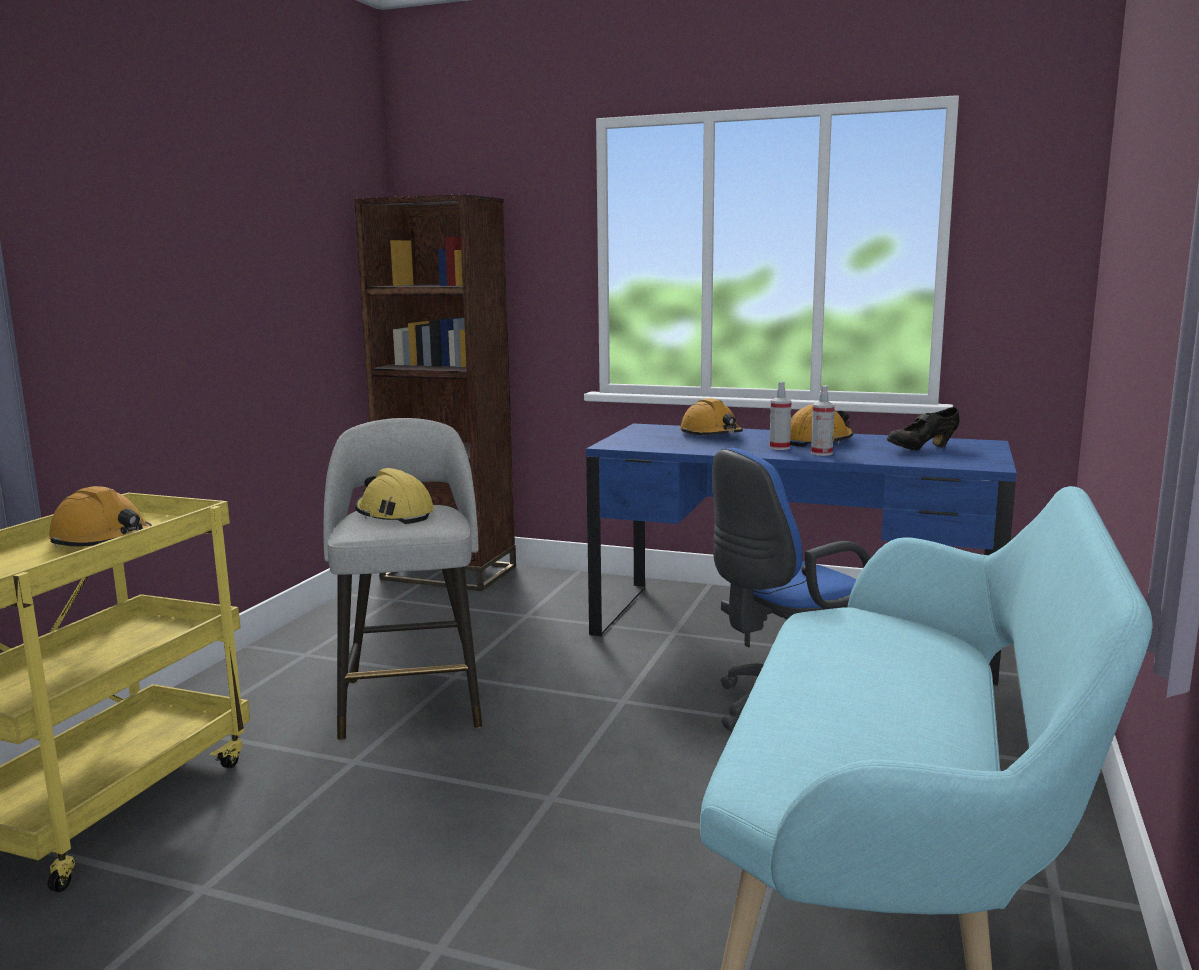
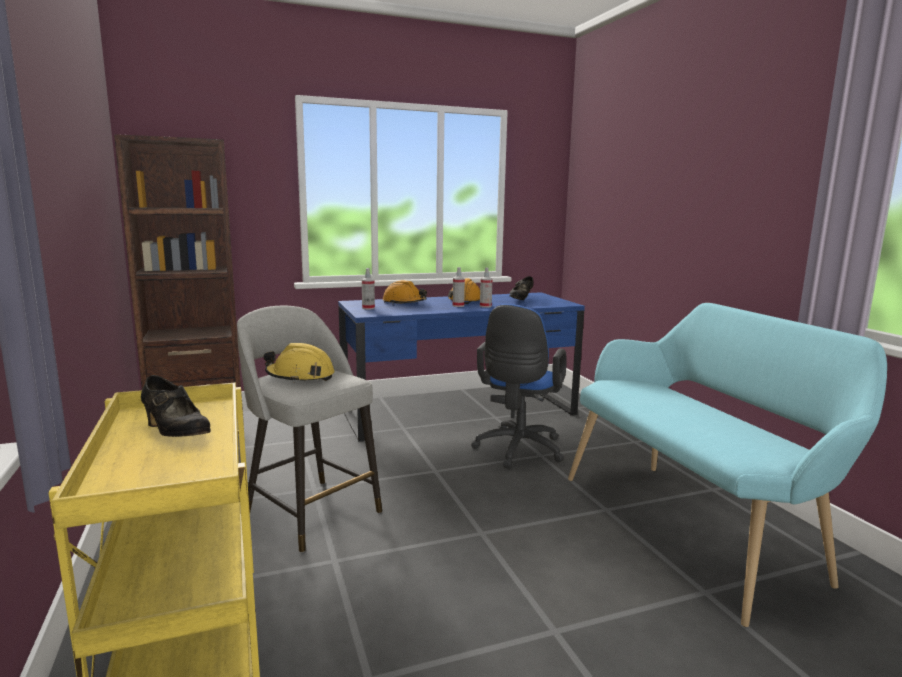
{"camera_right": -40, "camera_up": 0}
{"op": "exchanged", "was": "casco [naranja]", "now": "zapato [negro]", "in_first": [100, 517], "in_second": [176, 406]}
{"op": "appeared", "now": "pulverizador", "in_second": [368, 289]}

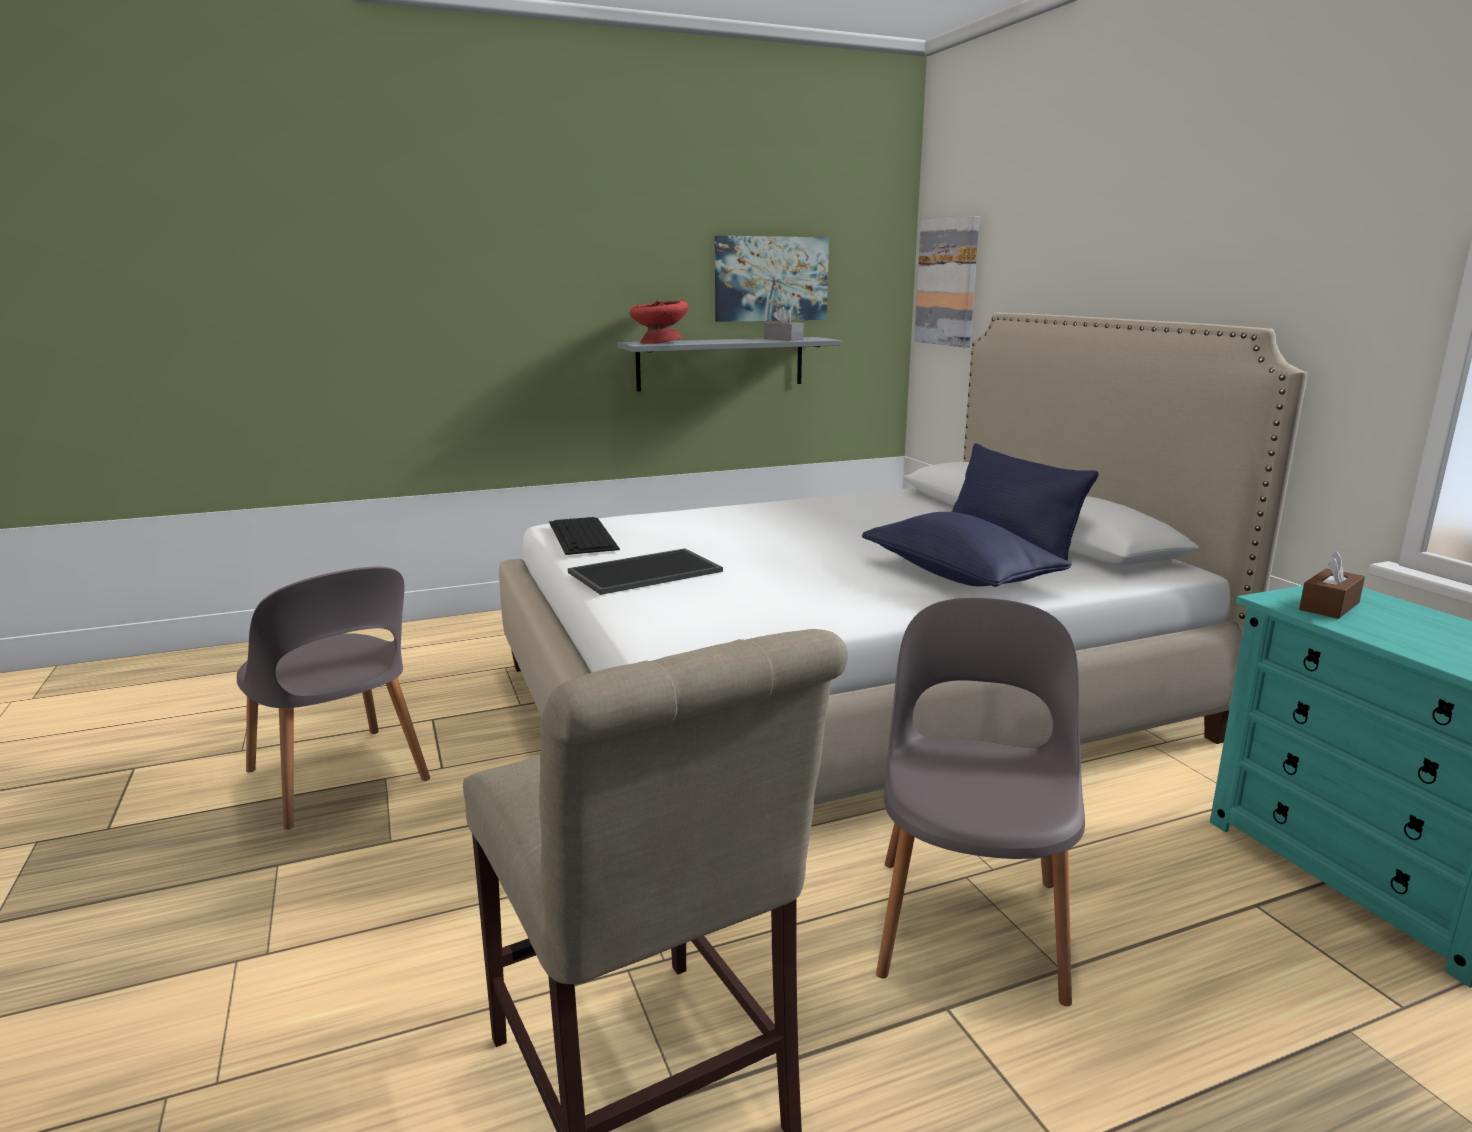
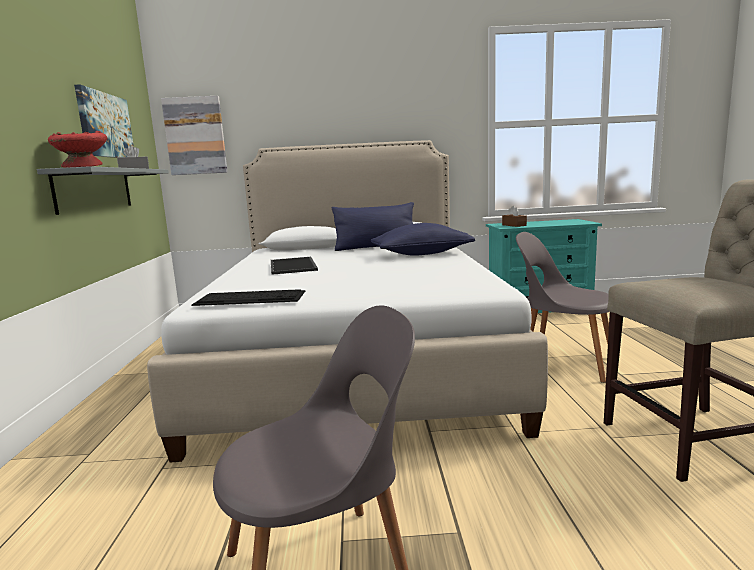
{"camera_right": -70, "camera_up": -5}
{"op": "relocated", "was": "bandeja", "in_first": [645, 571], "in_second": [294, 266]}

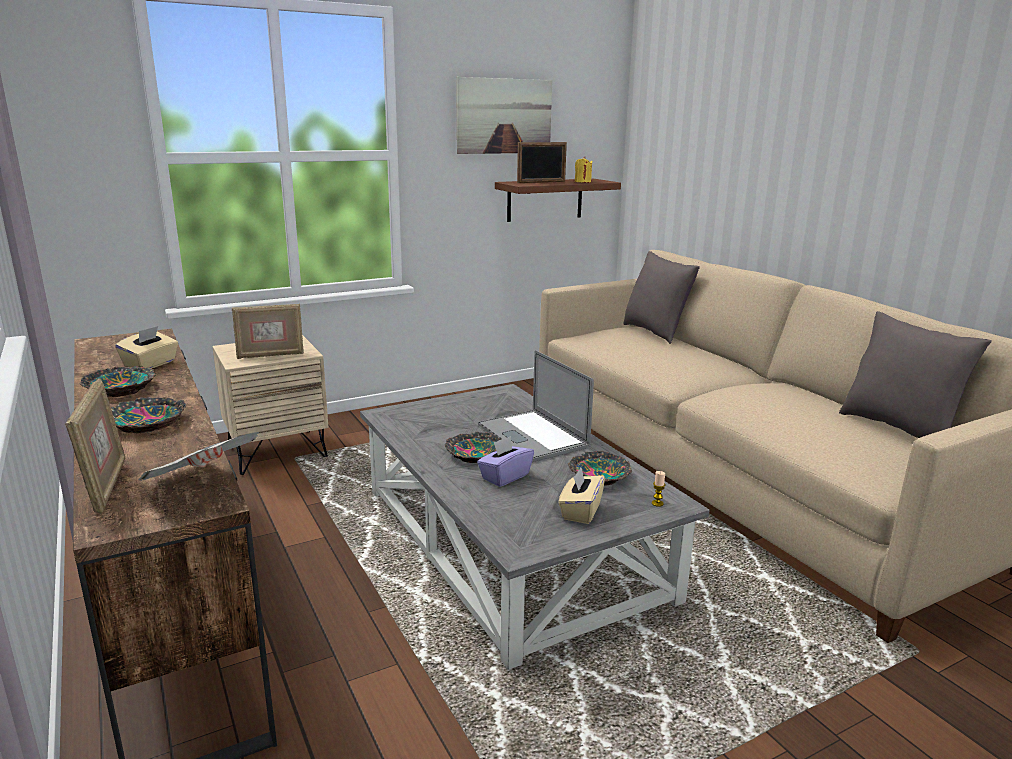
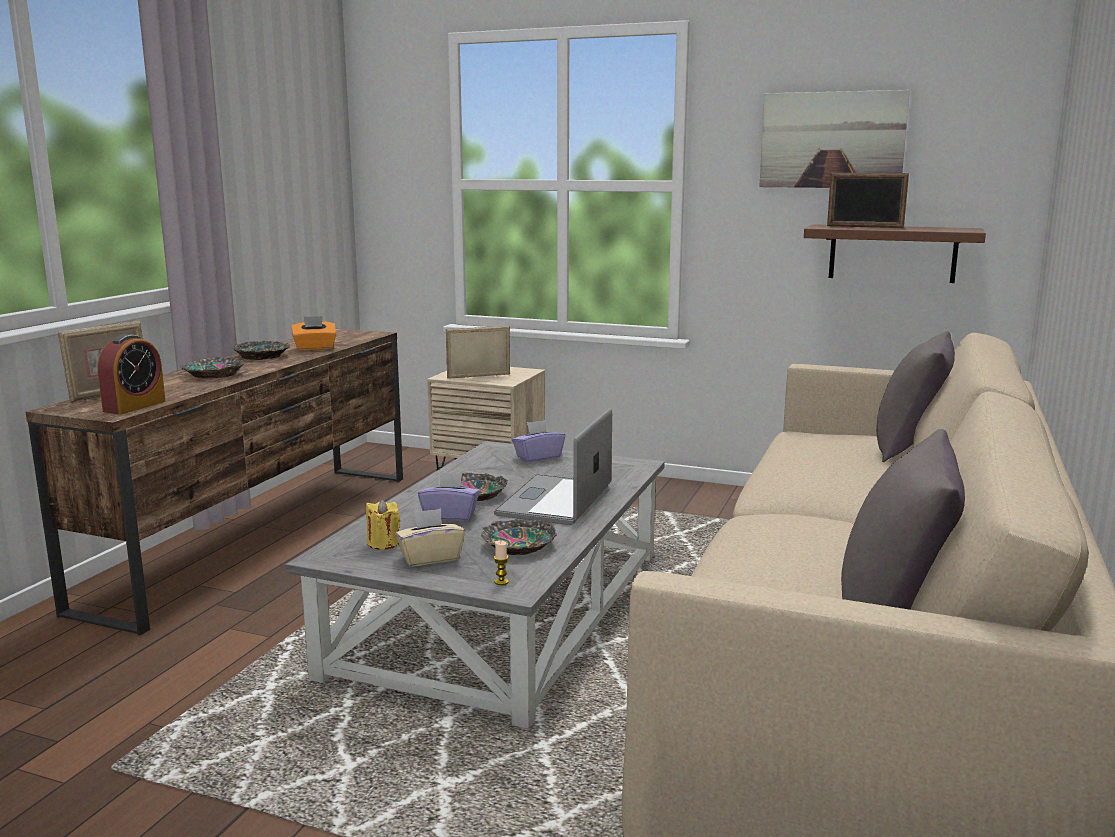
{"camera_right": 50, "camera_up": -5}
{"op": "relocated", "was": "vela [amarillo]", "in_first": [584, 170], "in_second": [383, 525]}
{"op": "spun", "was": "portarretratos", "in_first": [268, 331], "in_second": [478, 352], "clockwise": 135}
{"op": "colour", "was": "caja de pañuelos [beis]", "now": "caja de pañuelos [naranja]", "in_first": [146, 347], "in_second": [313, 333]}
{"op": "exchanged", "was": "periódico", "now": "despertador", "in_first": [199, 456], "in_second": [132, 374]}
{"op": "appeared", "now": "caja de pañuelos [morado]", "in_second": [538, 441]}

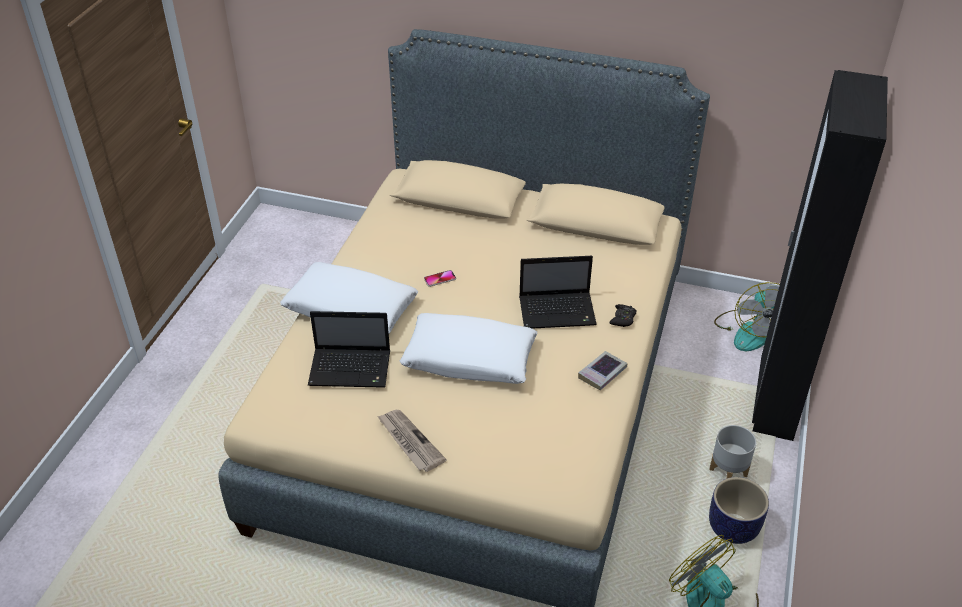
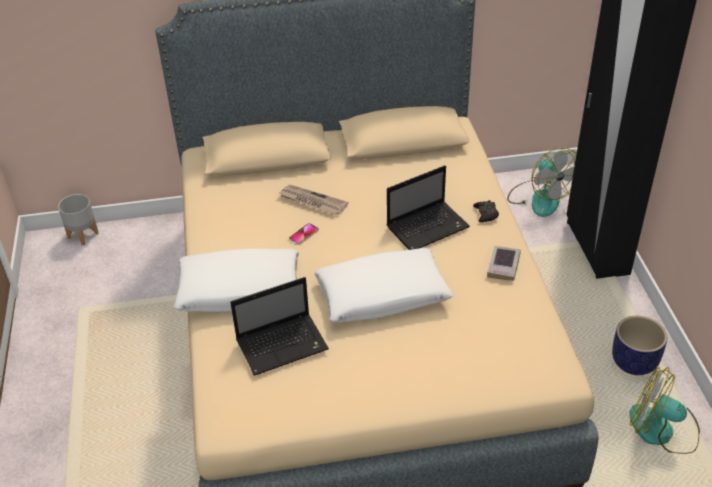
{"camera_right": -25, "camera_up": 0}
{"op": "relocated", "was": "periódico", "in_first": [411, 441], "in_second": [314, 200]}
{"op": "relocated", "was": "maceta [gris]", "in_first": [733, 452], "in_second": [78, 219]}

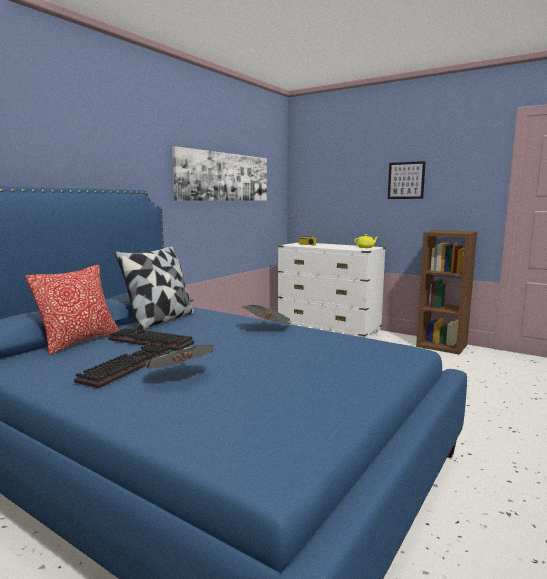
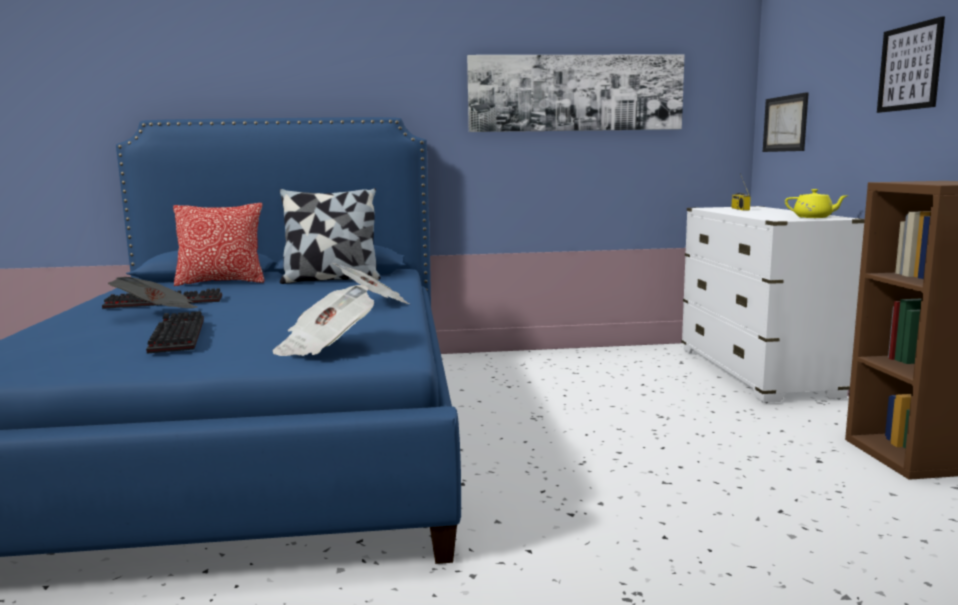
{"camera_right": 50, "camera_up": 0}
{"op": "relocated", "was": "teclado", "in_first": [151, 339], "in_second": [175, 332]}
{"op": "appeared", "now": "cuadro", "in_second": [786, 122]}
{"op": "appeared", "now": "periódico", "in_second": [323, 320]}

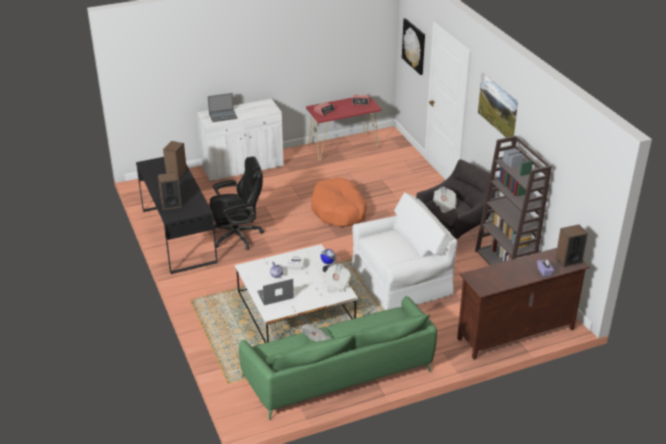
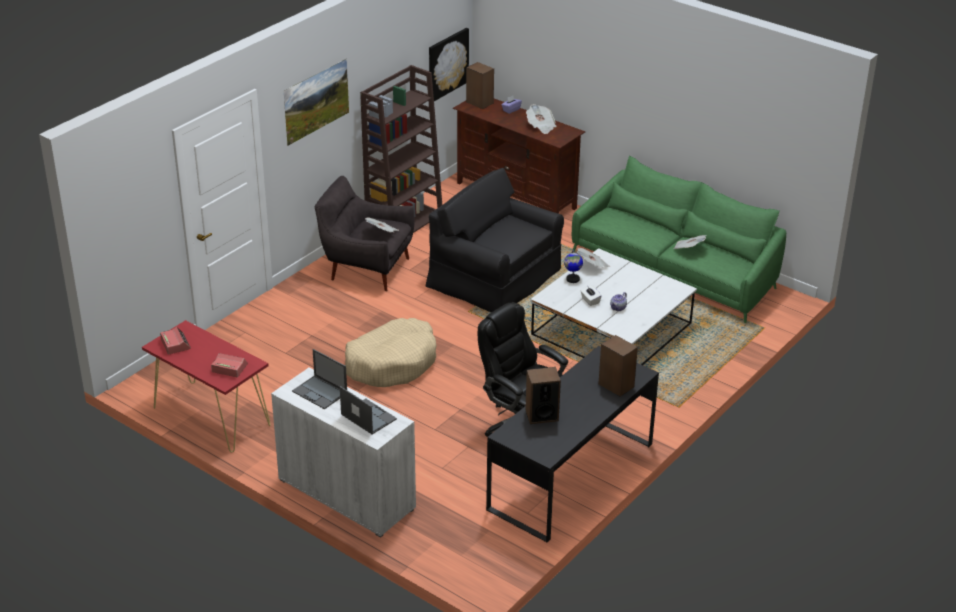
{"camera_right": -120, "camera_up": 0}
{"op": "relocated", "was": "cuadro", "in_first": [413, 46], "in_second": [449, 64]}
{"op": "colour", "was": "cama para perro [naranja]", "now": "cama para perro [beis]", "in_first": [339, 202], "in_second": [391, 352]}
{"op": "colour", "was": "sillón [blanco]", "now": "sillón [negro]", "in_first": [404, 251], "in_second": [495, 240]}
{"op": "relocated", "was": "portátil", "in_first": [275, 292], "in_second": [319, 379]}
{"op": "appeared", "now": "periódico", "in_second": [541, 119]}

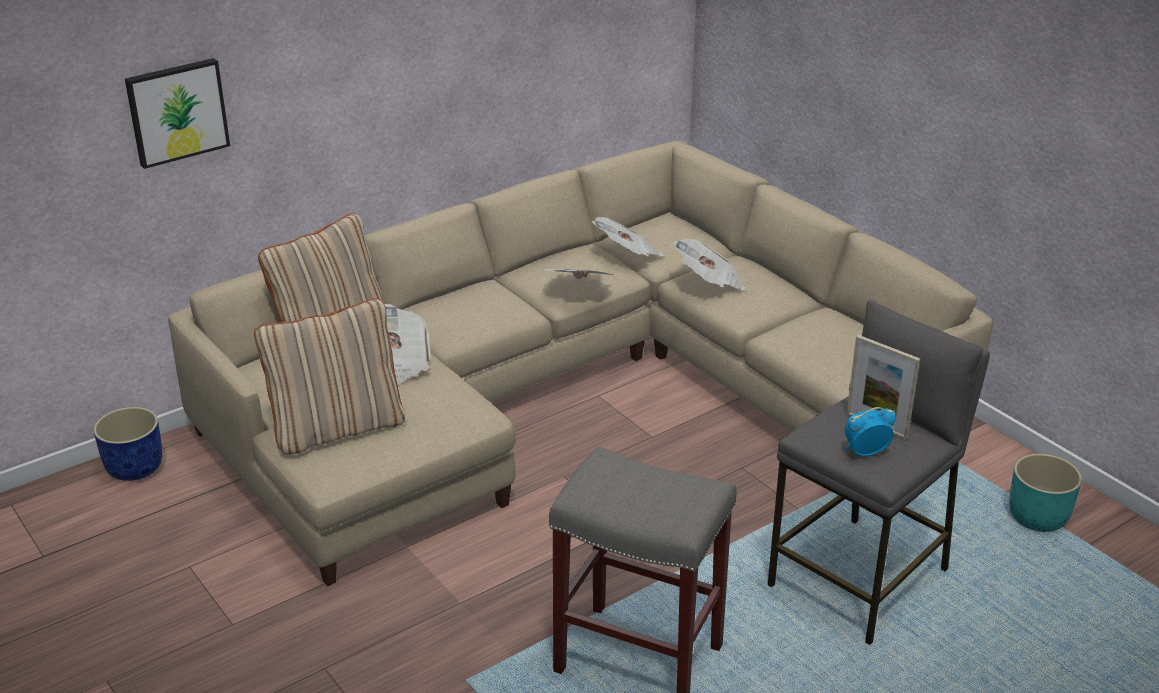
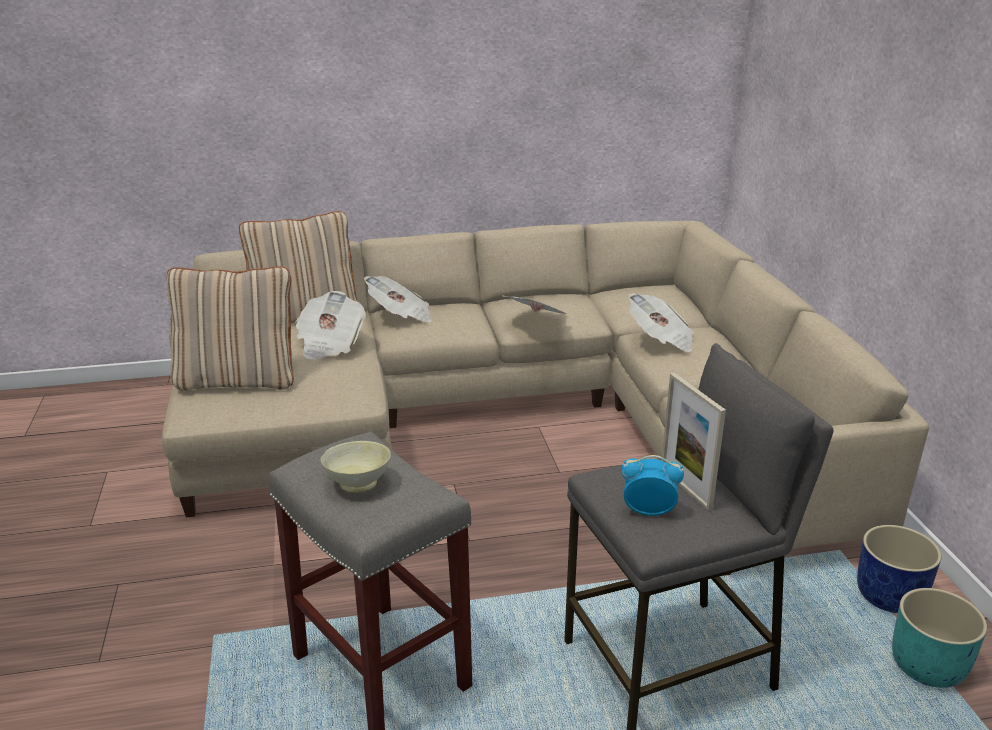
{"camera_right": 25, "camera_up": -5}
{"op": "missing", "was": "cuadro", "in_first": [177, 113]}
{"op": "relocated", "was": "periódico", "in_first": [627, 237], "in_second": [397, 299]}
{"op": "relocated", "was": "maceta [azul]", "in_first": [127, 444], "in_second": [899, 569]}
{"op": "appeared", "now": "cuenco [beis]", "in_second": [355, 467]}

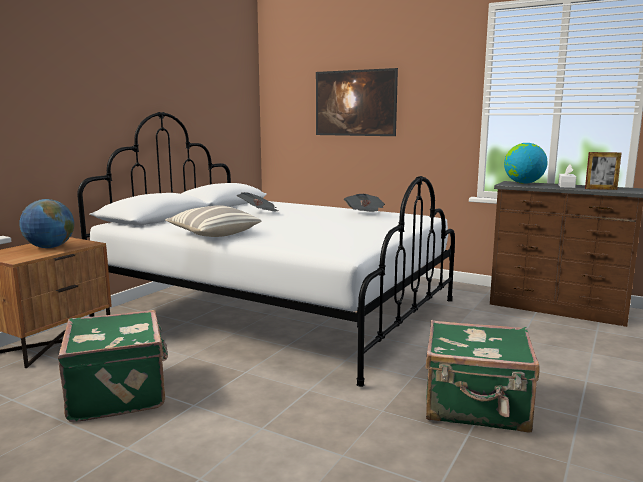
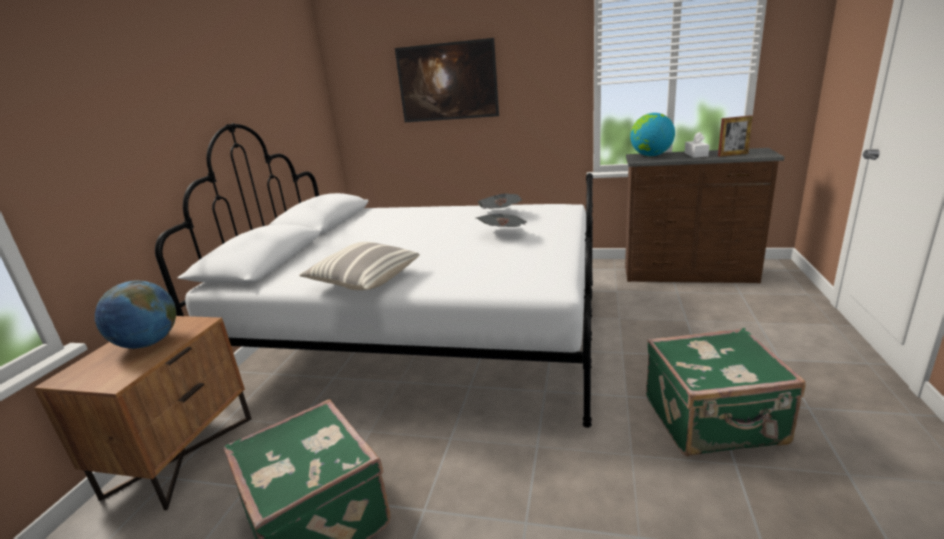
{"camera_right": -15, "camera_up": 10}
{"op": "relocated", "was": "periódico", "in_first": [257, 201], "in_second": [501, 220]}

